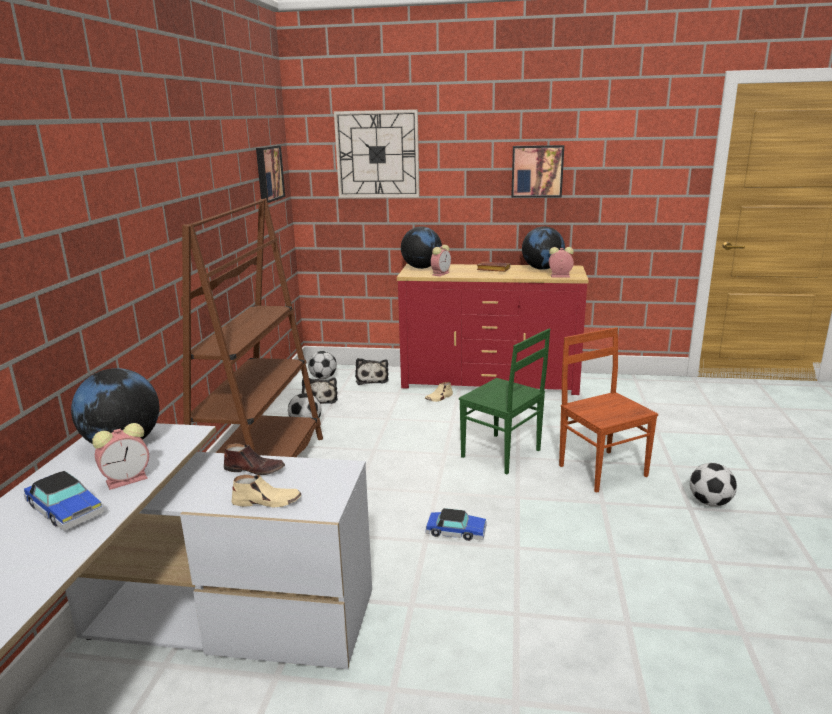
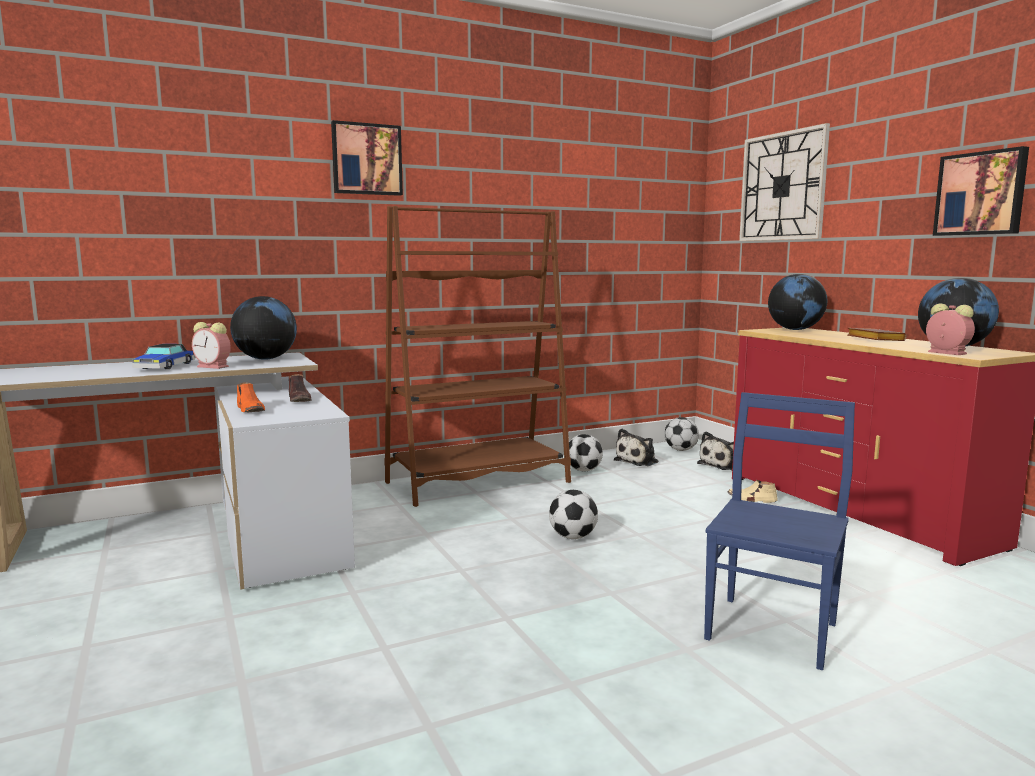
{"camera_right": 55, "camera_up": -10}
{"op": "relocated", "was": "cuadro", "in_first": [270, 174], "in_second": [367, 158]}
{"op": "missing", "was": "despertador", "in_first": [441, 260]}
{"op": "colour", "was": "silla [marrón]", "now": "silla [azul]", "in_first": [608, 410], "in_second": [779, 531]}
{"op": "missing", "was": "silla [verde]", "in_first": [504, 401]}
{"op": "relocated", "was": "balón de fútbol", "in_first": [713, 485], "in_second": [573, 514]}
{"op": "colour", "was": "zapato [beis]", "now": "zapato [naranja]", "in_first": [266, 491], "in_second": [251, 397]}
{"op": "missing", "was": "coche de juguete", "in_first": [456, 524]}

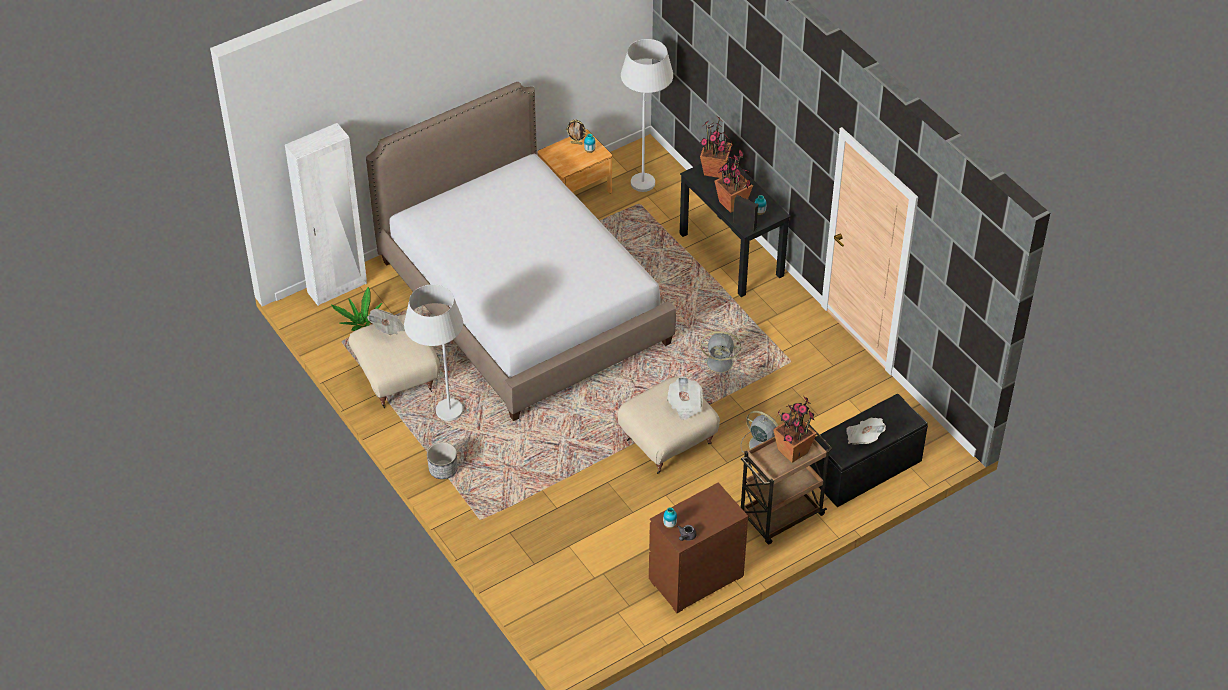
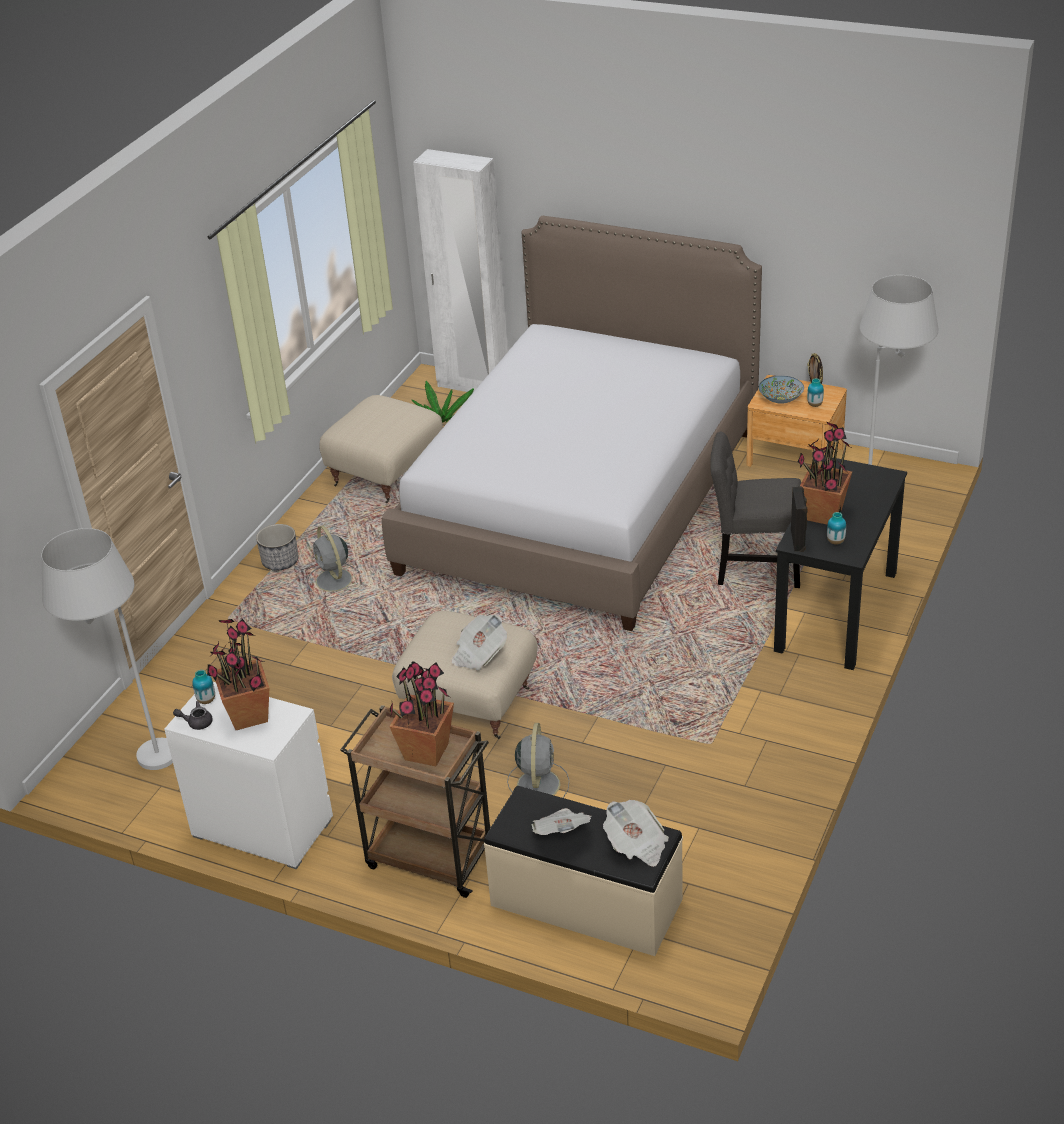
{"camera_right": 60, "camera_up": -10}
{"op": "relocated", "was": "planta en maceta", "in_first": [716, 147], "in_second": [238, 674]}
{"op": "relocated", "was": "lámpara de pie [blanco]", "in_first": [433, 352], "in_second": [107, 649]}
{"op": "relocated", "was": "periódico", "in_first": [386, 322], "in_second": [636, 833]}
{"op": "relocated", "was": "ventilador [gris]", "in_first": [720, 354], "in_second": [334, 562]}
{"op": "colour", "was": "banco [negro]", "now": "banco [beis]", "in_first": [869, 450], "in_second": [583, 871]}
{"op": "colour", "was": "cómoda [marrón]", "now": "cómoda [blanco]", "in_first": [698, 547], "in_second": [248, 775]}
{"op": "appeared", "now": "cuenco", "in_second": [781, 390]}
{"op": "appeared", "now": "silla [gris]", "in_second": [755, 510]}

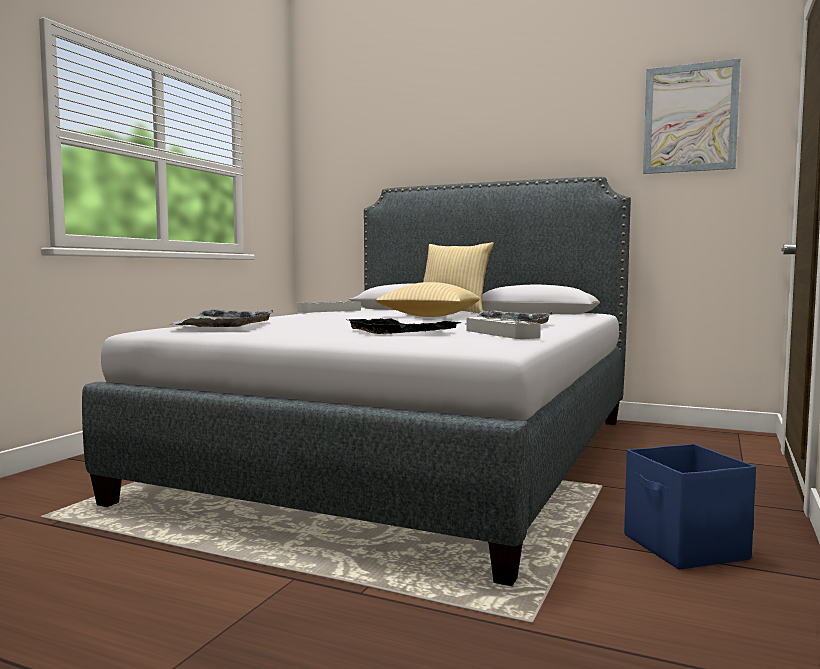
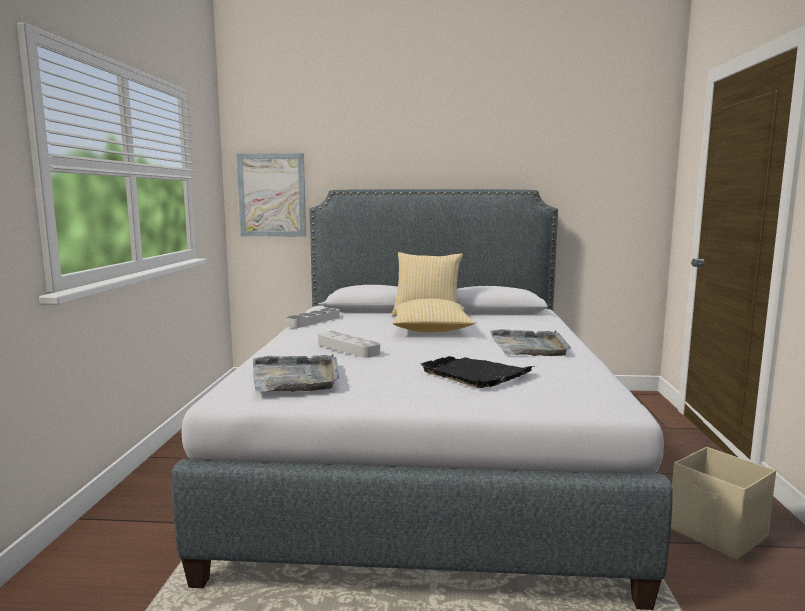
{"camera_right": -20, "camera_up": 5}
{"op": "relocated", "was": "cuadro", "in_first": [692, 116], "in_second": [271, 194]}
{"op": "relocated", "was": "bandeja [gris]", "in_first": [504, 328], "in_second": [349, 344]}
{"op": "colour", "was": "caja de almacenaje [azul]", "now": "caja de almacenaje [beis]", "in_first": [690, 507], "in_second": [723, 503]}

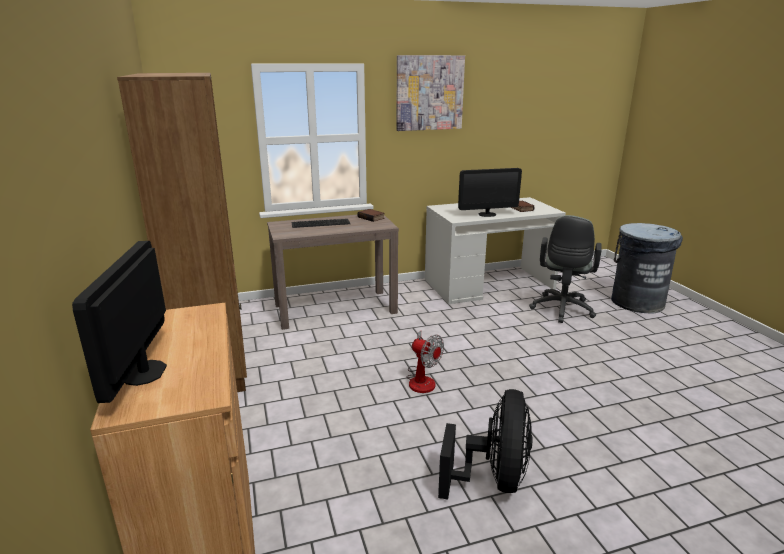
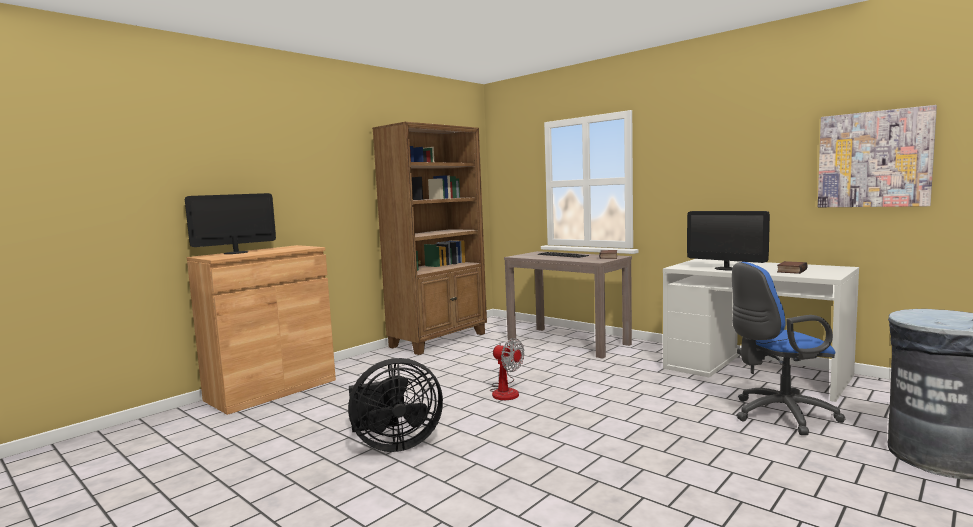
{"camera_right": 60, "camera_up": -15}
{"op": "relocated", "was": "cuadro", "in_first": [431, 93], "in_second": [877, 156]}
{"op": "colour", "was": "silla de oficina [gris]", "now": "silla de oficina [azul]", "in_first": [565, 269], "in_second": [788, 348]}
{"op": "spun", "was": "ventilador", "in_first": [425, 362], "in_second": [507, 369], "clockwise": -60}

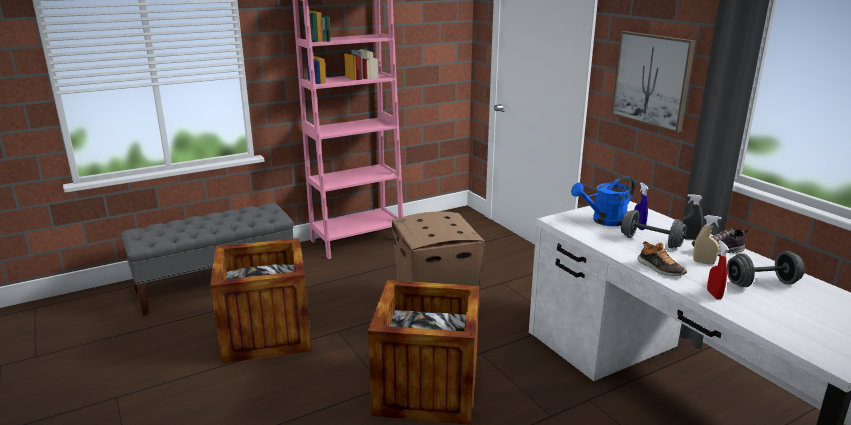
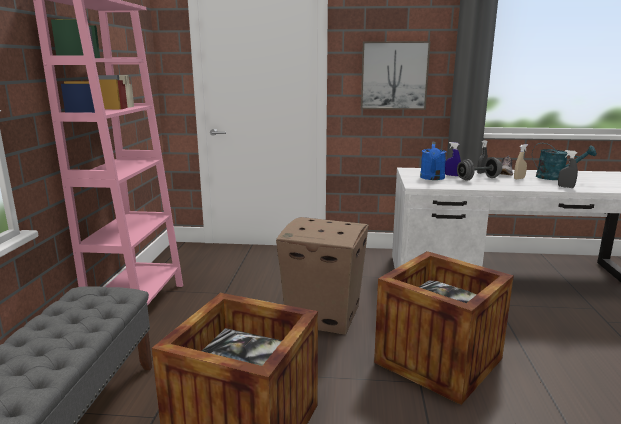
{"camera_right": -55, "camera_up": -5}
{"op": "colour", "was": "pulverizador [rojo]", "now": "pulverizador [gris]", "in_first": [718, 269], "in_second": [568, 169]}
{"op": "missing", "was": "zapato", "in_first": [662, 258]}
{"op": "exchanged", "was": "mancuerna [gris]", "now": "regadera [turquesa]", "in_first": [765, 269], "in_second": [564, 161]}

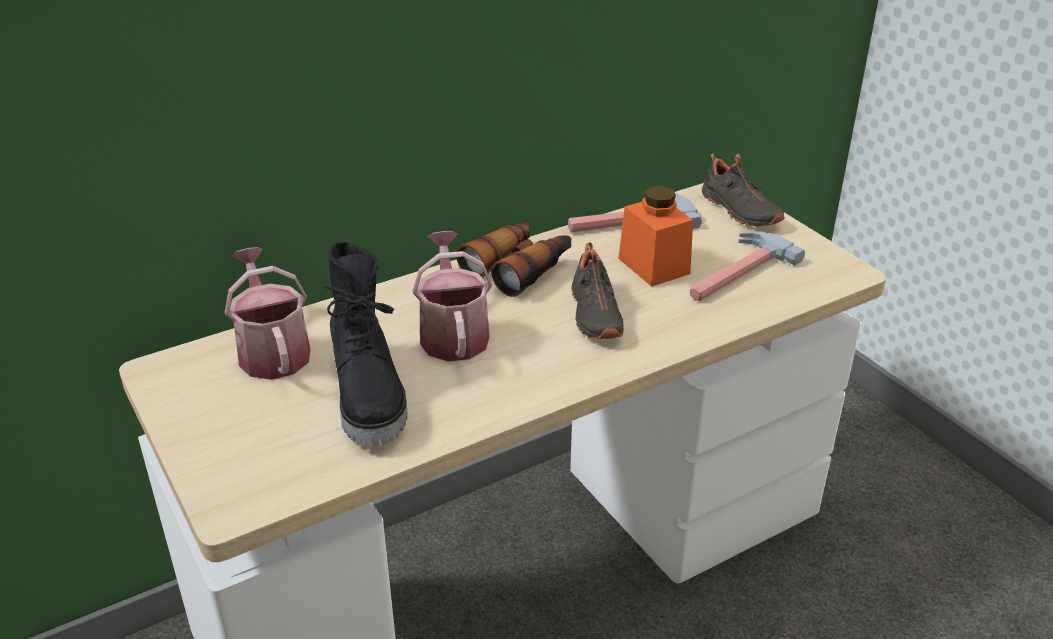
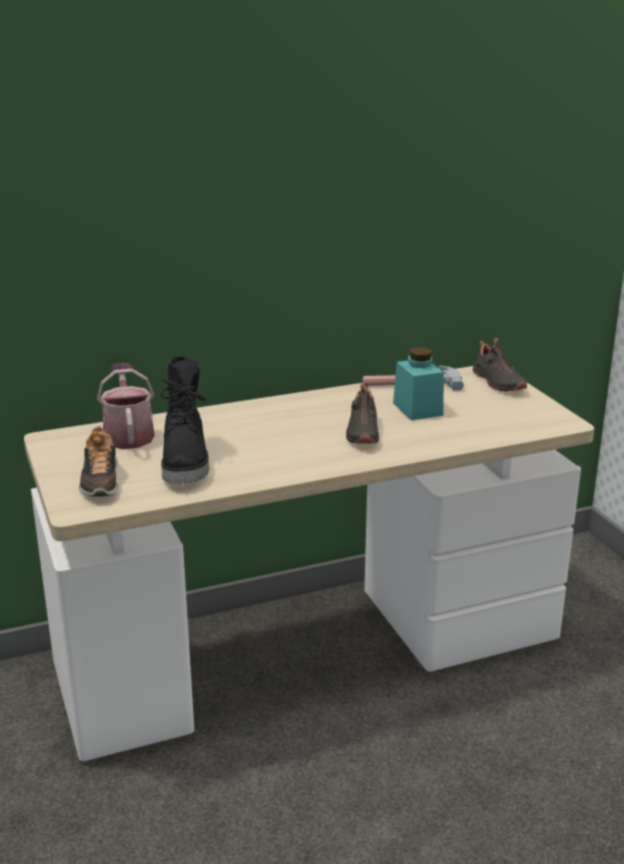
{"camera_right": 10, "camera_up": -10}
{"op": "colour", "was": "tarro [naranja]", "now": "tarro [turquesa]", "in_first": [656, 236], "in_second": [418, 383]}
{"op": "missing", "was": "prismáticos", "in_first": [514, 258]}
{"op": "missing", "was": "regadera", "in_first": [452, 296]}
{"op": "missing", "was": "martillo", "in_first": [747, 266]}
{"op": "appeared", "now": "zapato", "in_second": [99, 461]}

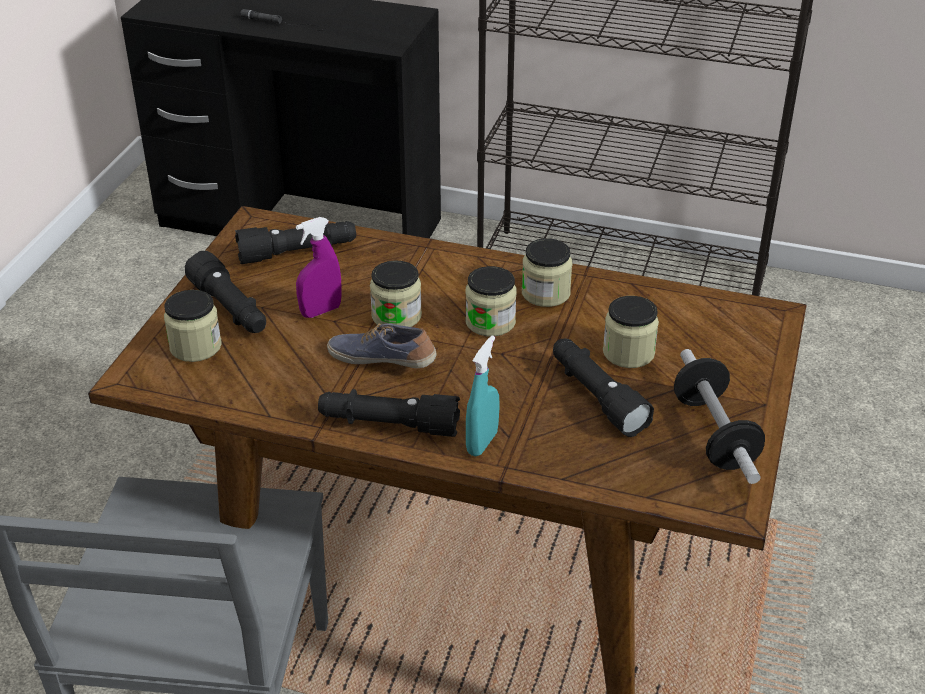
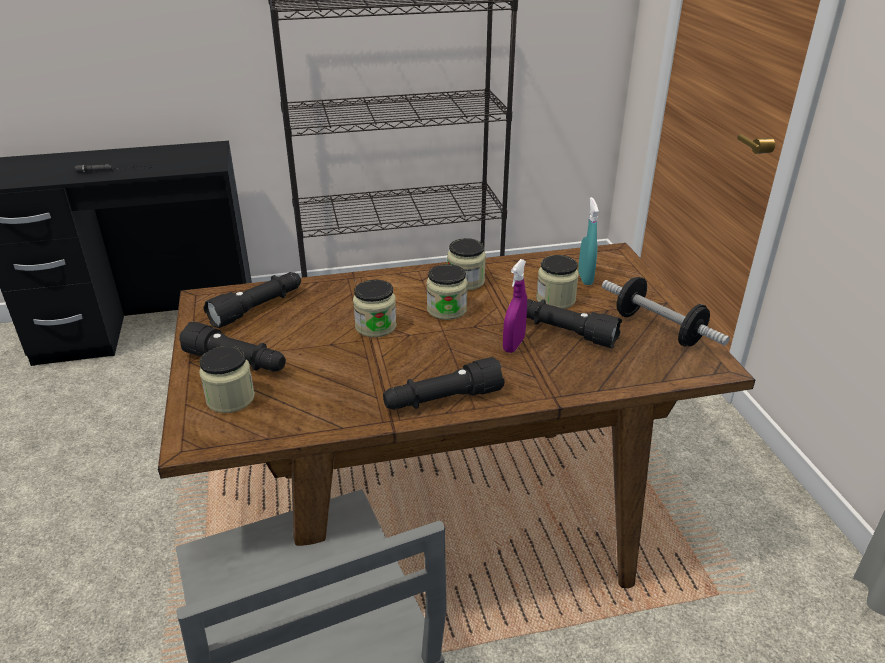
{"camera_right": -30, "camera_up": -5}
{"op": "relocated", "was": "pulverizador [morado]", "in_first": [319, 267], "in_second": [515, 306]}
{"op": "missing", "was": "zapato", "in_first": [382, 345]}
{"op": "relocated", "was": "pulverizador [turquesa]", "in_first": [482, 396], "in_second": [588, 241]}

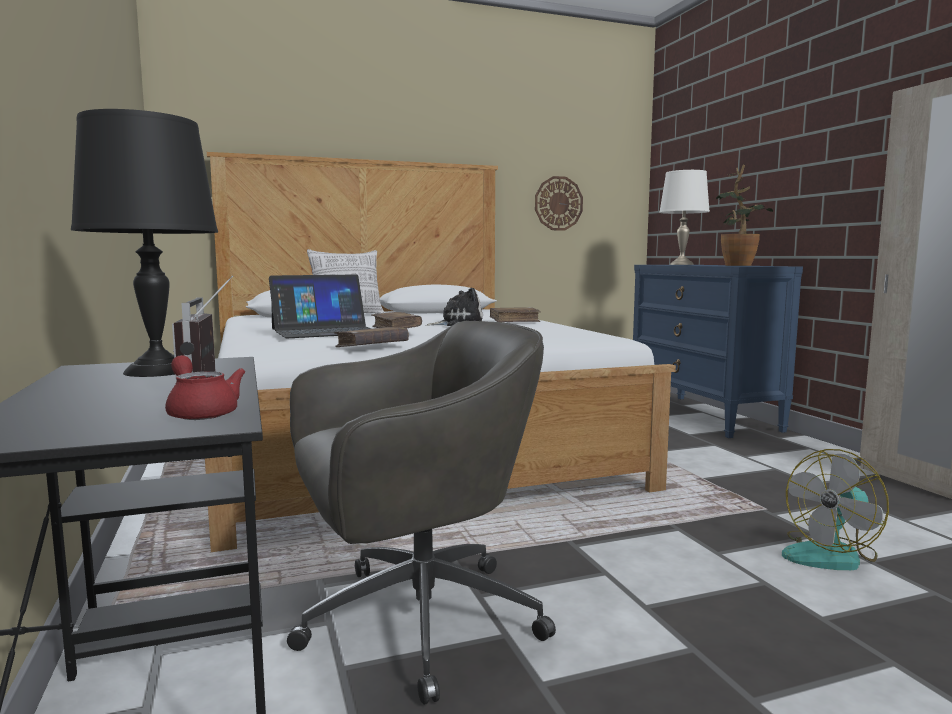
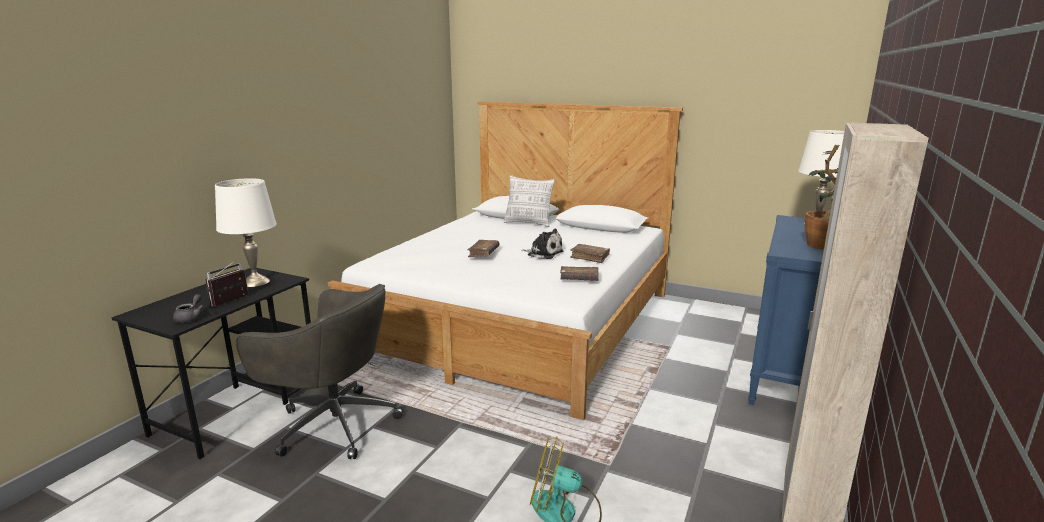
{"camera_right": 45, "camera_up": 10}
{"op": "colour", "was": "lámpara de mesa [negro]", "now": "lámpara de mesa [blanco]", "in_first": [144, 243], "in_second": [246, 232]}
{"op": "missing", "was": "reloj de pared", "in_first": [559, 203]}
{"op": "missing", "was": "portátil", "in_first": [320, 306]}
{"op": "relocated", "was": "libro [marrón]", "in_first": [371, 337], "in_second": [579, 273]}
{"op": "colour", "was": "tetera [rojo]", "now": "tetera [gris]", "in_first": [205, 387], "in_second": [188, 308]}

